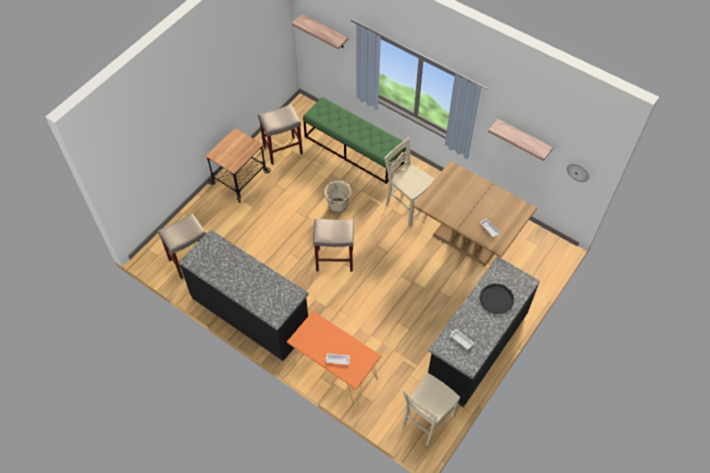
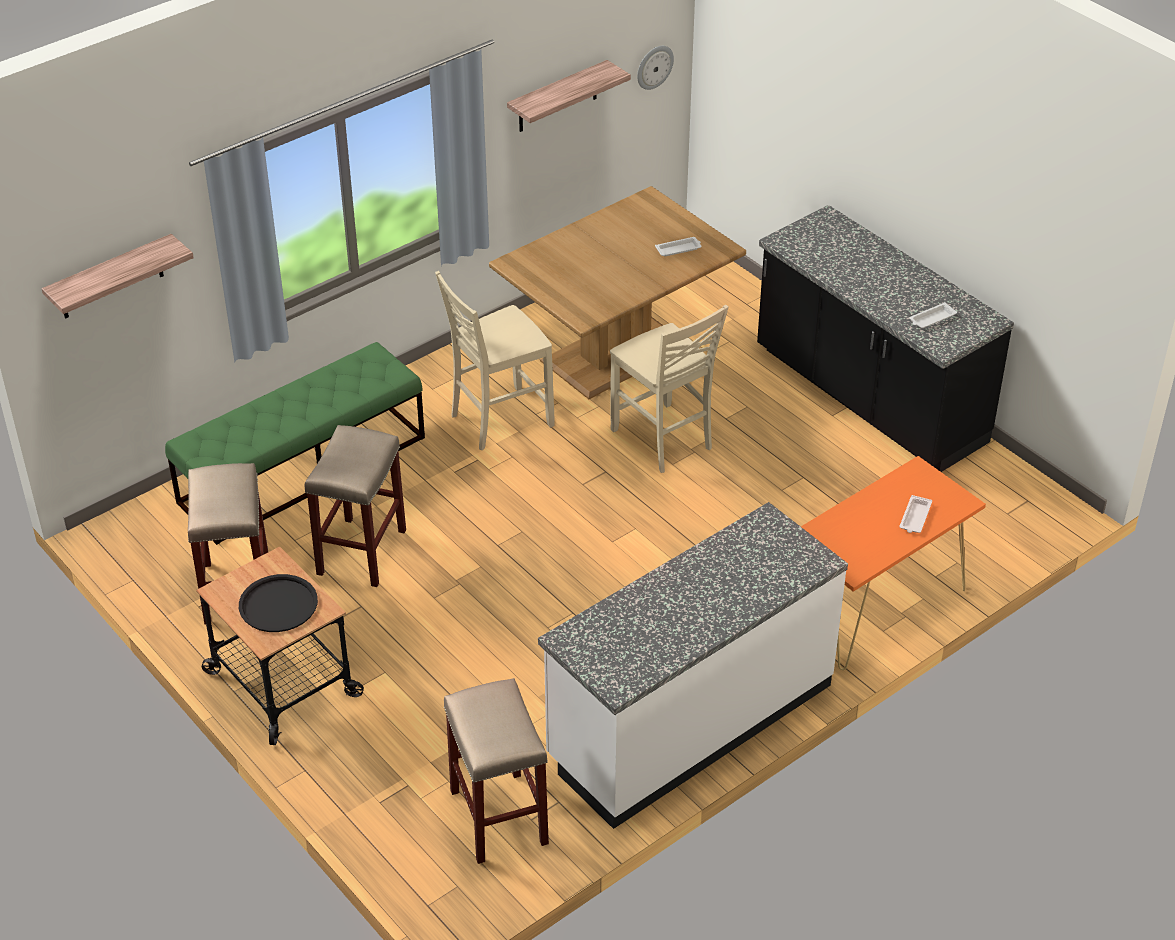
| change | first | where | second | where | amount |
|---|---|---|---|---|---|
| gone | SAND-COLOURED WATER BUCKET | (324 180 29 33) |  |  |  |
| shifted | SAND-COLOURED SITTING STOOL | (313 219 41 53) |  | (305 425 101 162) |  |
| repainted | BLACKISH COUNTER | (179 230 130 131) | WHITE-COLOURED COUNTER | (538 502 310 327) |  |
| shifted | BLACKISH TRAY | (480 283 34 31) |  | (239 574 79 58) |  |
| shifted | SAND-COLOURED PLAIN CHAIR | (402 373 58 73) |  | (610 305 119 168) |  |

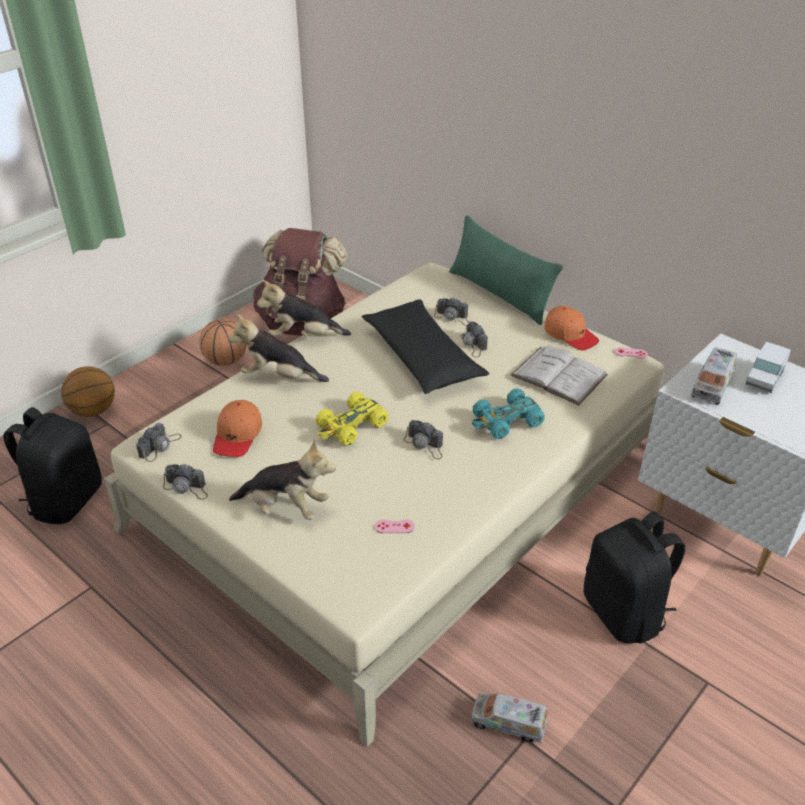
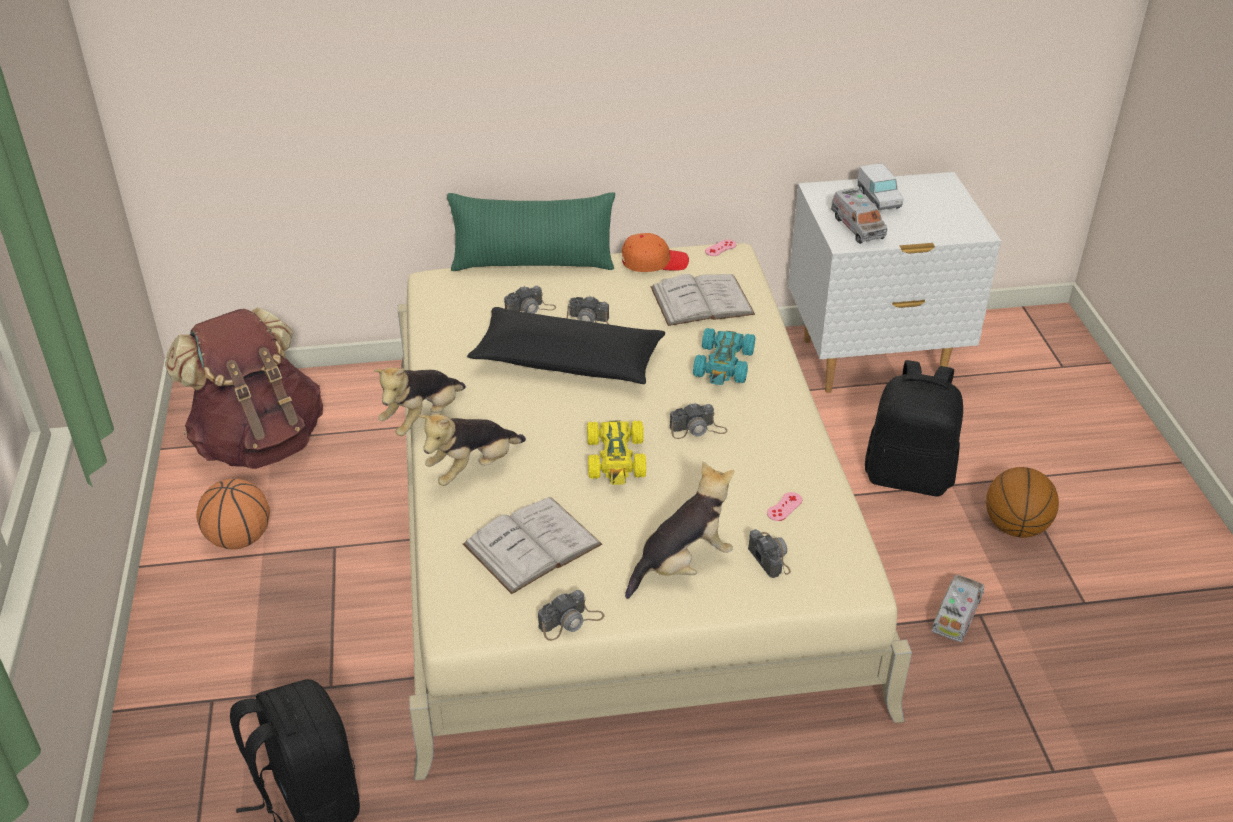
| change | first | where | second | where | amount |
|---|---|---|---|---|---|
| shifted | BASKETBALL BALL | (61 366 54 51) |  | (986 467 73 71) |  |
| swapped | ORANGE CAP | (213 400 49 57) | WHITE-COLOURED VOLUME | (463 497 139 97) |  |
| shifted | PHOTO CAMERA | (136 423 46 39) |  | (748 529 43 49) |  |
| rotated | MODEL TRUCK | (471 693 76 50) |  | (932 575 52 67) | 150 degrees clockwise |

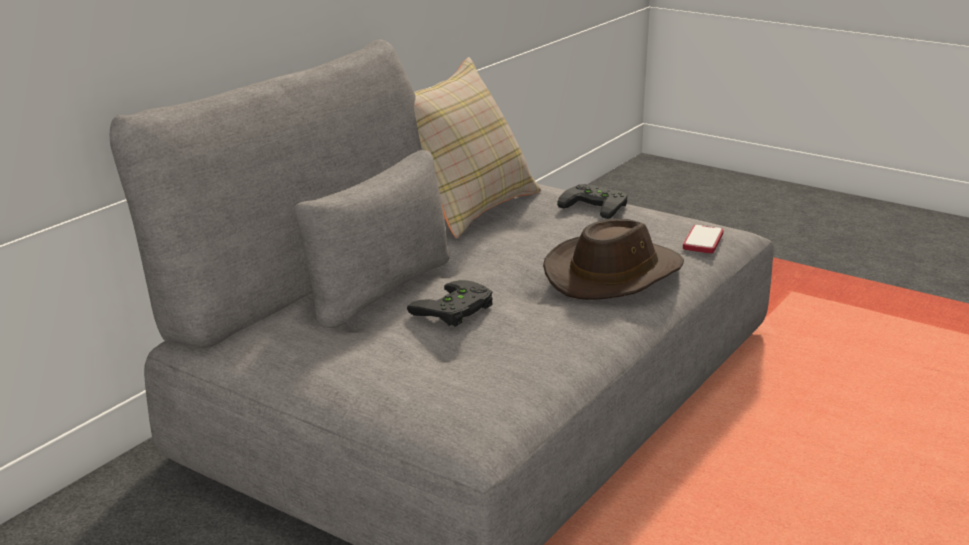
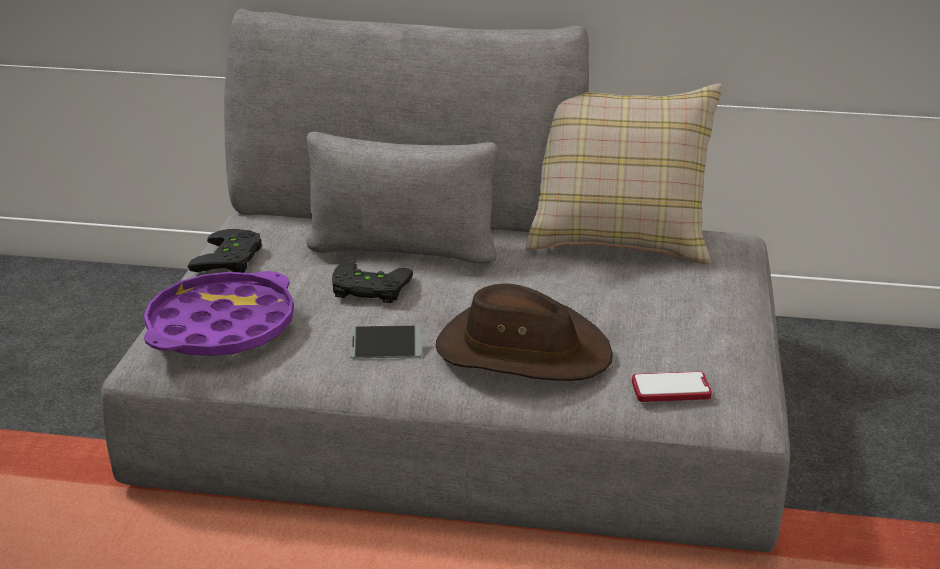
| change | first | where | second | where | amount |
|---|---|---|---|---|---|
| shifted | BLACKISH GAME CONTROLLER | (557 184 71 35) |  | (188 229 74 44) |  |
| new |  |  | PURPLE-COLOURED TRAY | (144 271 150 85) |  |
| new |  |  | PHONE | (350 325 71 33) |  |

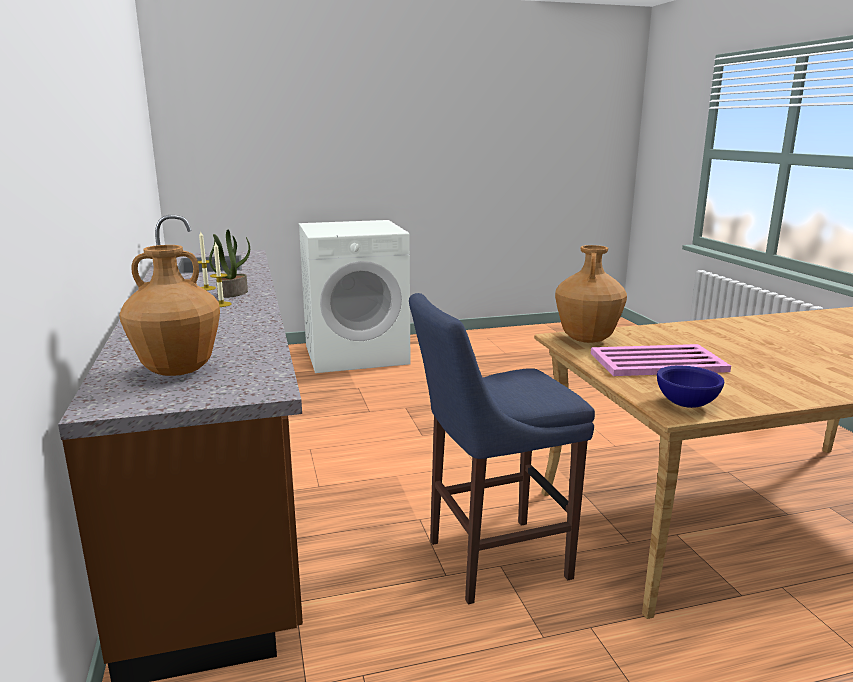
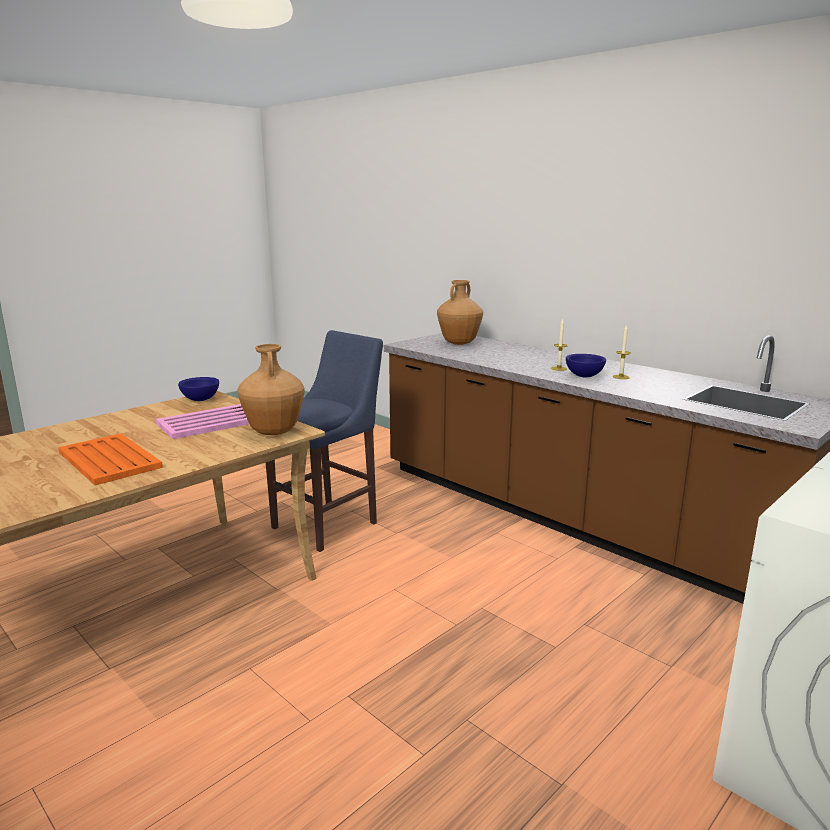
| change | first | where | second | where | amount |
|---|---|---|---|---|---|
| swapped | POTTED PLANT | (209 230 41 68) | BLUE-COLOURED DEEP DISH | (566 354 40 23) |  |
| new |  |  | ORANGE TRAY | (58 434 105 51) |  |

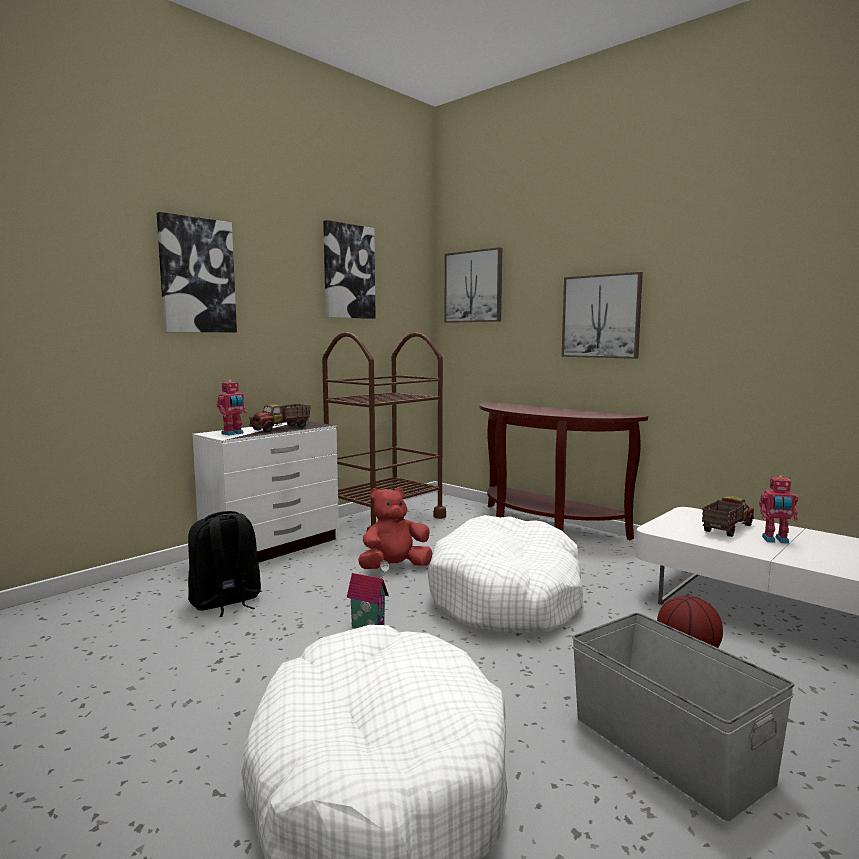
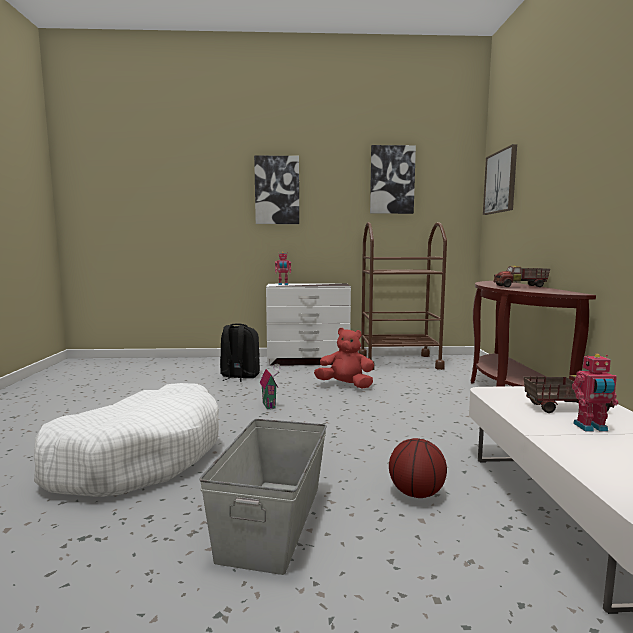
| change | first | where | second | where | amount |
|---|---|---|---|---|---|
| gone | WALL ART | (562 272 81 87) |  |  |  |
| shifted | MODEL TRUCK | (249 404 62 28) |  | (493 266 57 21) |  |
| rotated | ROBOT FIGURE | (759 475 39 69) |  | (572 354 47 78) | 60 degrees counterclockwise |
| gone | WHITE-COLOURED DOG BED | (428 515 155 118) |  |  |  |

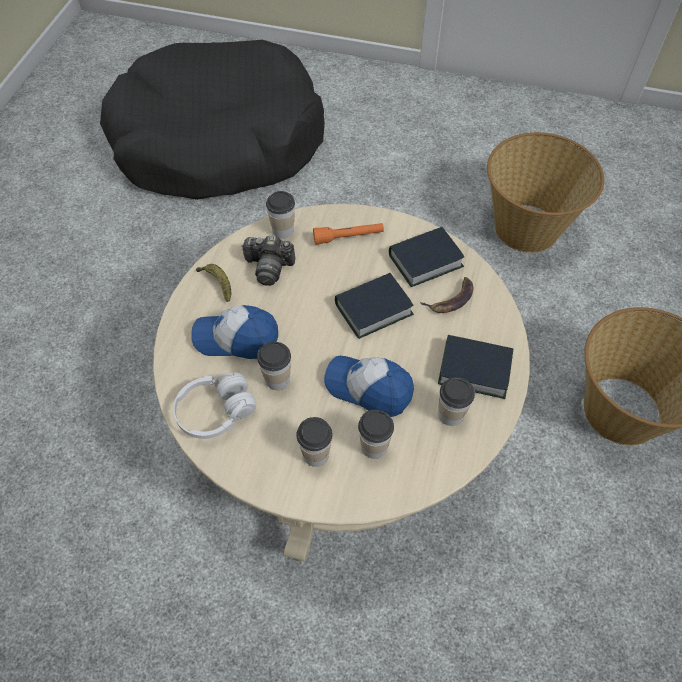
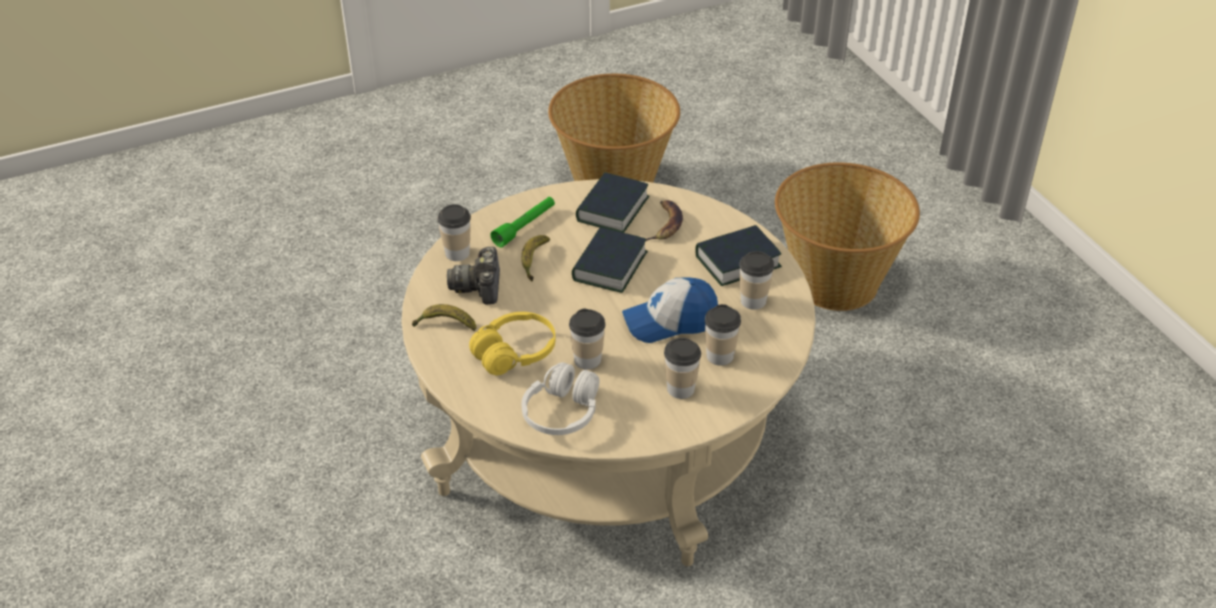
| change | first | where | second | where | amount |
|---|---|---|---|---|---|
| gone | BLACKISH DOG BED | (100 40 225 160) |  |  |  |
| repainted | ORANGE FLASHLIGHT | (313 223 71 22) | GREEN FLASHLIGHT | (490 197 65 50) |  |
| rotated | PHOTO CAMERA | (241 236 54 50) |  | (447 247 53 57) | 120 degrees clockwise |
| swapped | CAP | (192 305 86 54) | YELLOW HEADSET | (469 312 87 64) |  |
| new |  |  | WHOLE BANANA | (521 235 29 47) |  |

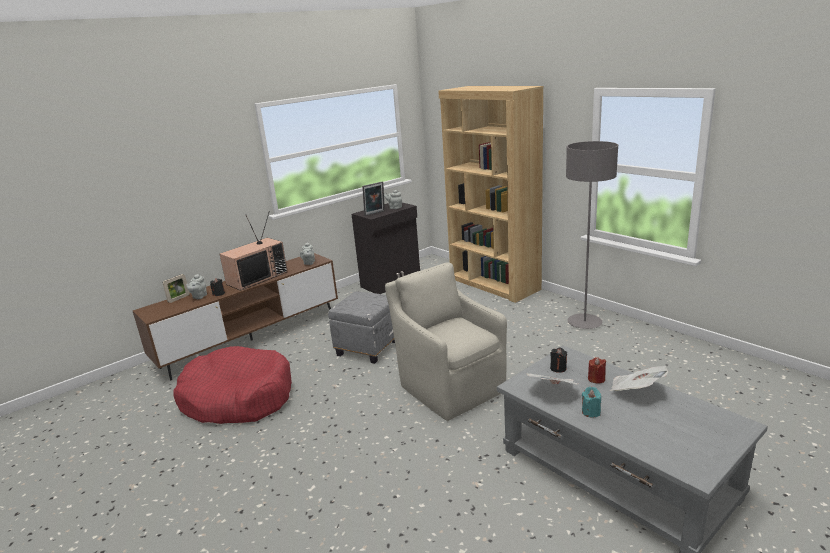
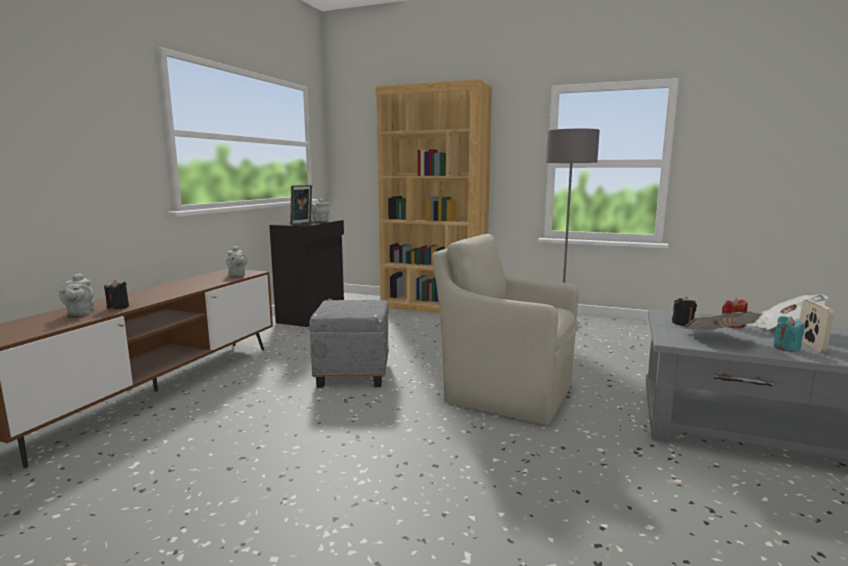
| change | first | where | second | where | amount |
|---|---|---|---|---|---|
| gone | TV SET | (219 211 69 80) |  |  |  |
| shifted | STANDING FRAME | (163 274 27 29) |  | (799 300 35 53) |  |
| gone | RED DOG BED | (174 346 118 78) |  |  |  |

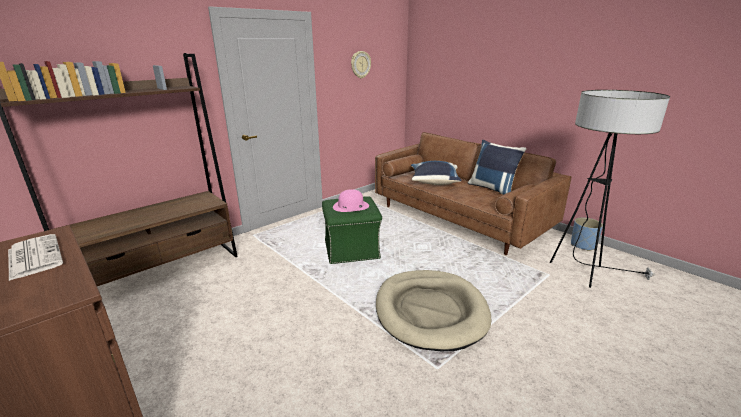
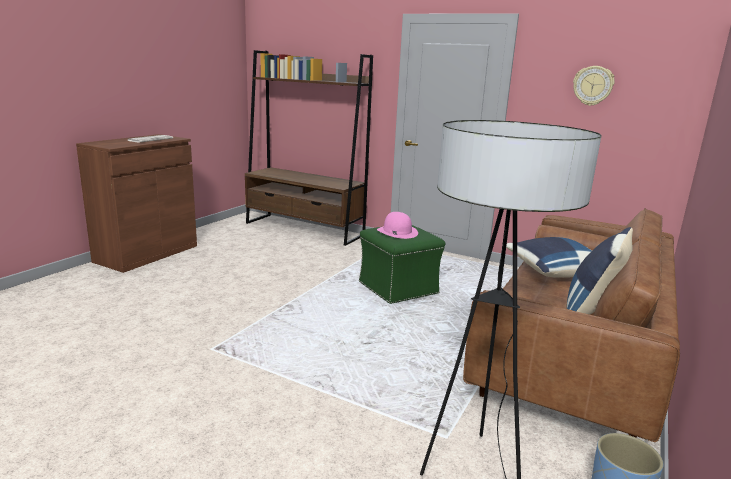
| change | first | where | second | where | amount |
|---|---|---|---|---|---|
| gone | SAND-COLOURED DOG BED | (376 270 115 81) |  |  |  |

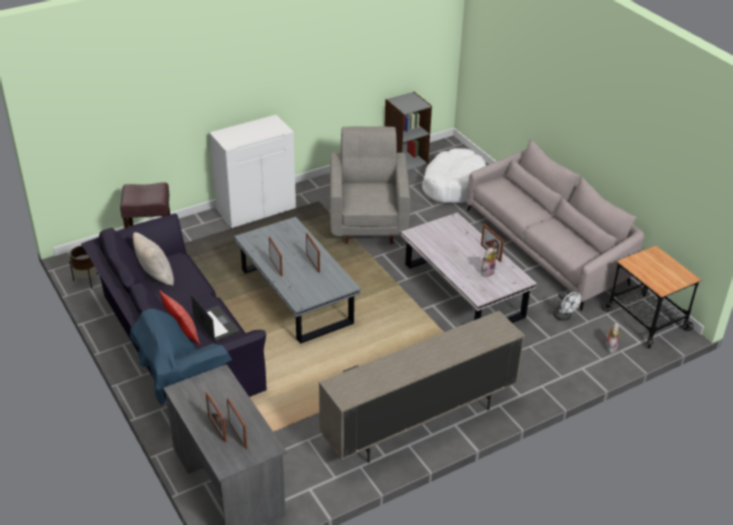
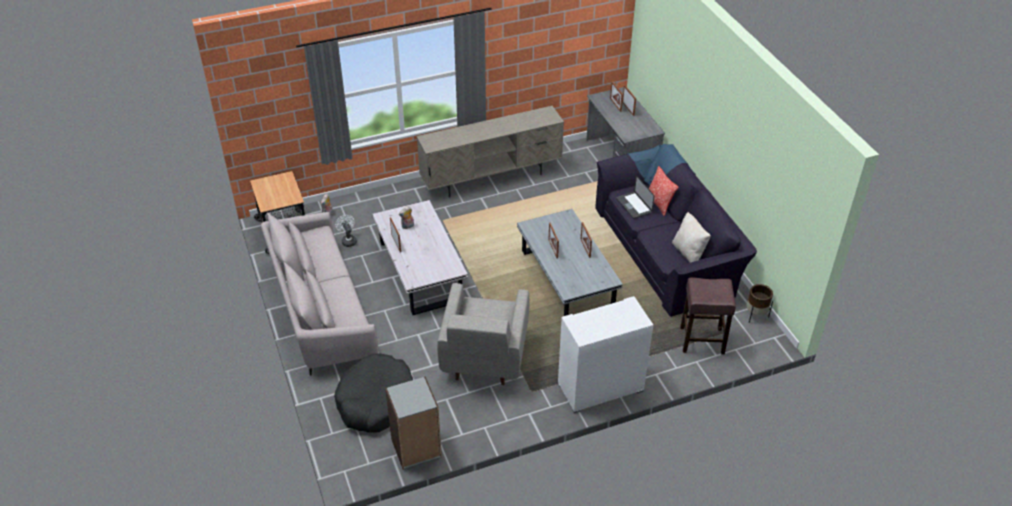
| change | first | where | second | where | amount |
|---|---|---|---|---|---|
| repainted | WHITE-COLOURED DOG BED | (422 148 64 55) | BLACKISH DOG BED | (334 354 79 79) |  |

